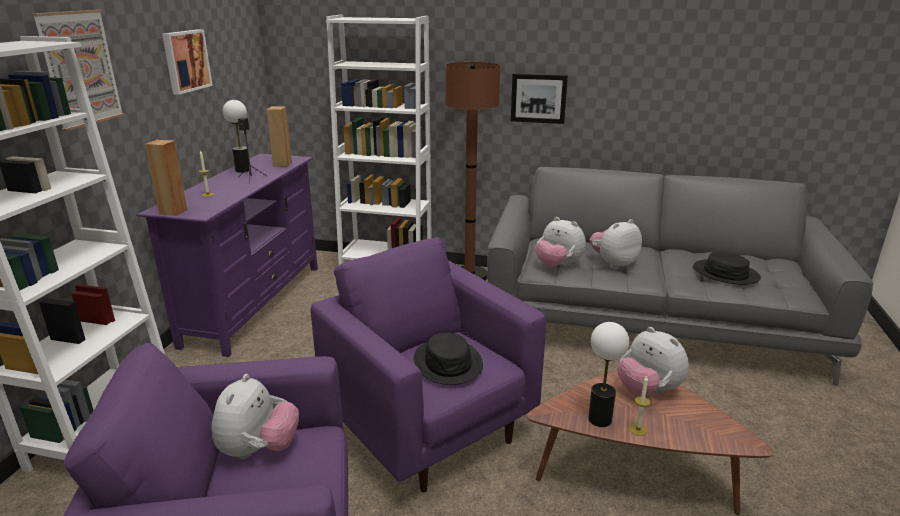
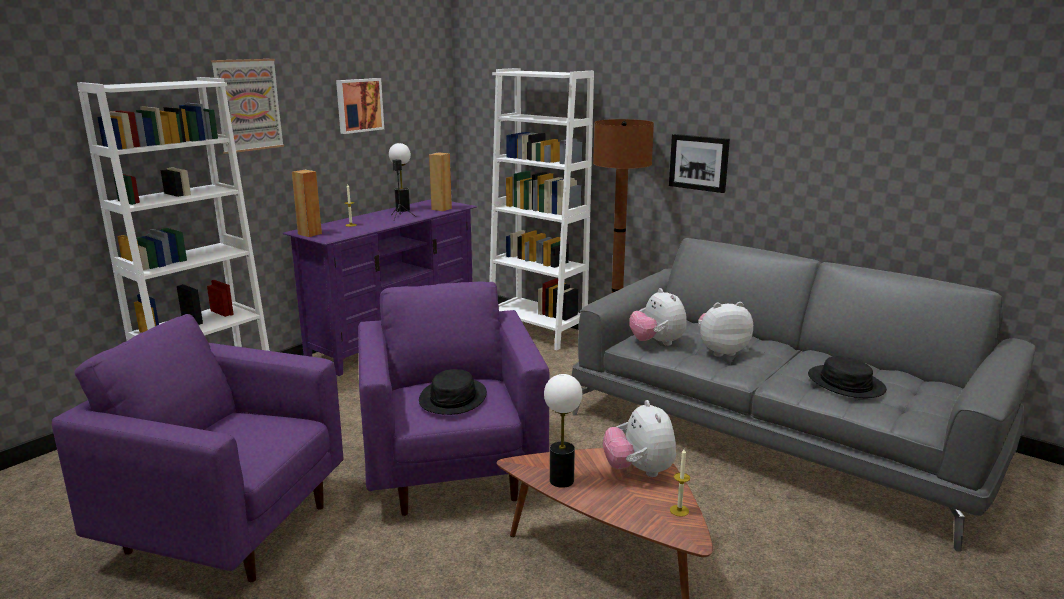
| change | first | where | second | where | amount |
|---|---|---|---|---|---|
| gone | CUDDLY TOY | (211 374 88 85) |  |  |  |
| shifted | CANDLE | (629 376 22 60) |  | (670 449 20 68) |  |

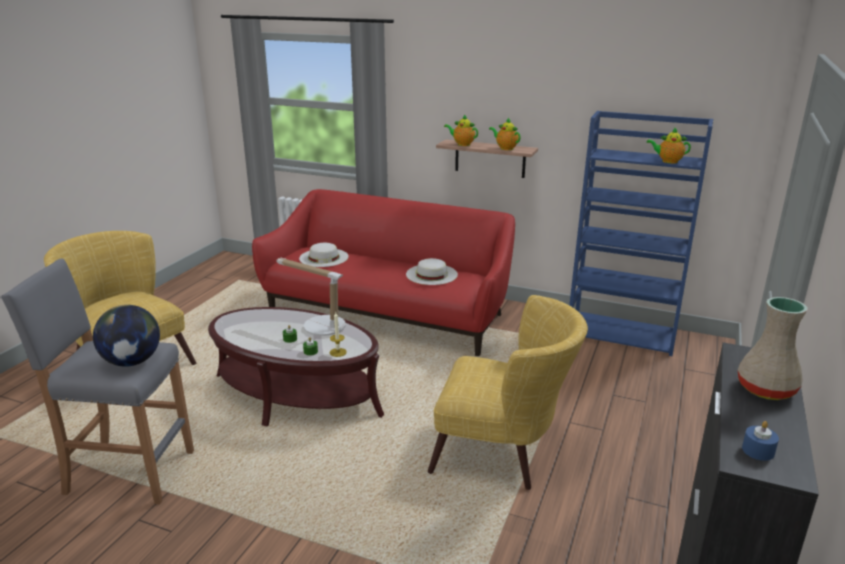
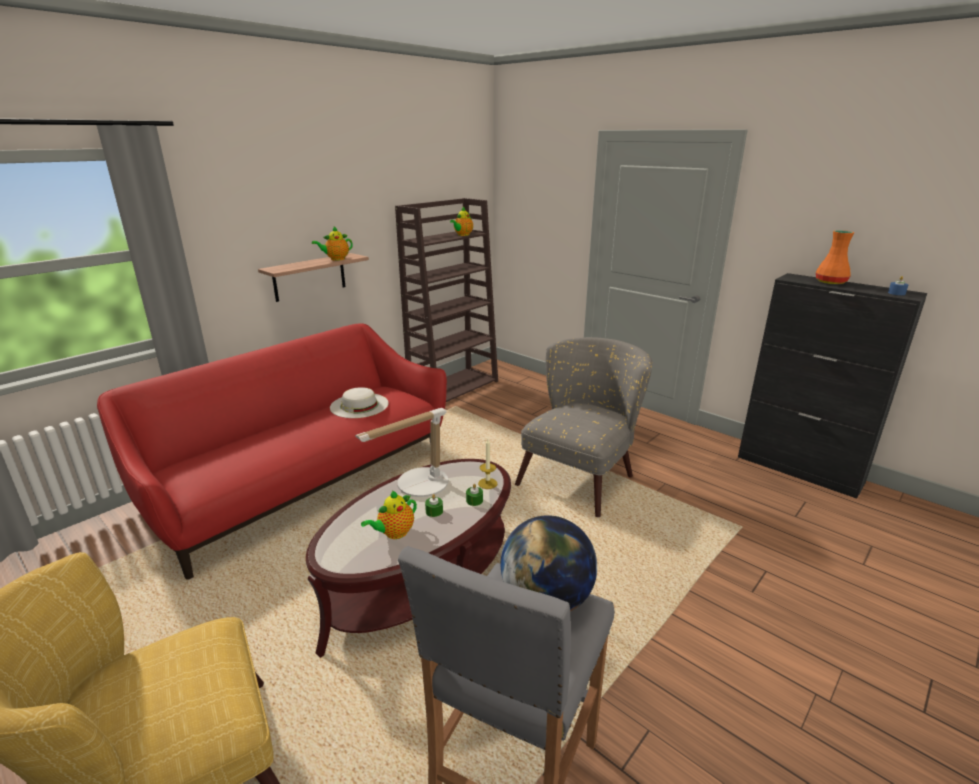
| change | first | where | second | where | amount |
|---|---|---|---|---|---|
| repainted | BLUE-COLOURED BOOKCASE | (569 111 144 245) | BROWN-COLOURED BOOKCASE | (395 198 103 204) |  |
| shifted | TEAPOT | (444 114 34 32) |  | (361 491 56 48) |  |
| gone | WHITE-COLOURED CLOTHING HAT | (299 243 50 24) |  |  |  |
| repainted | YELLOW LOUNGE CHAIR | (428 295 160 195) | GREY LOUNGE CHAIR | (515 337 137 180) |  |
| repainted | SAND-COLOURED VASE | (738 297 70 103) | ORANGE VASE | (816 230 39 54) |  |

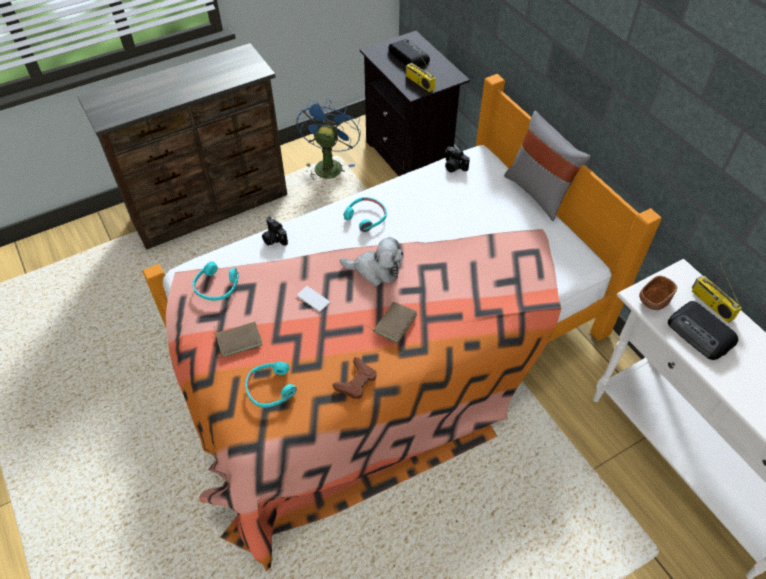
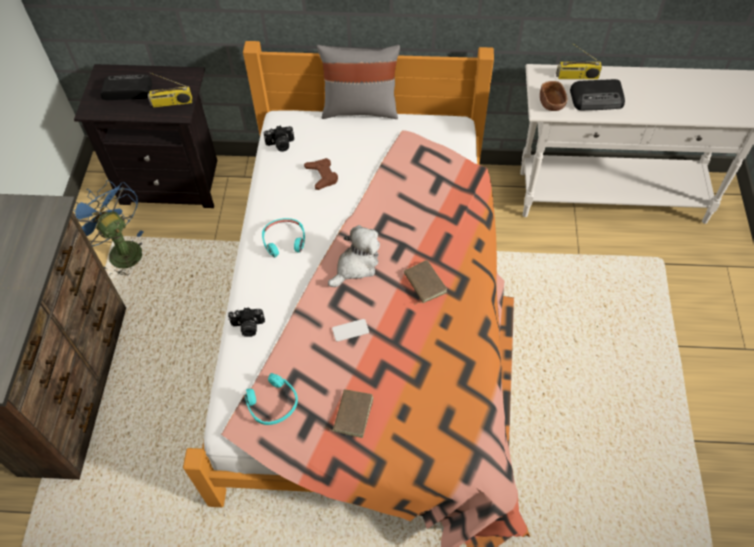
| change | first | where | second | where | amount |
|---|---|---|---|---|---|
| shifted | BROWN-COLOURED GAME CONTROLLER | (333 357 44 42) |  | (304 158 34 32) |  |
| gone | TURQUOISE-COLOURED HEADSET | (245 362 52 46) |  |  |  |

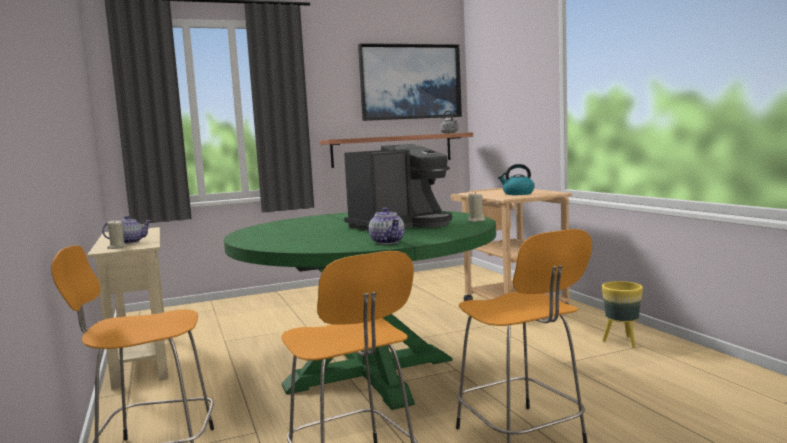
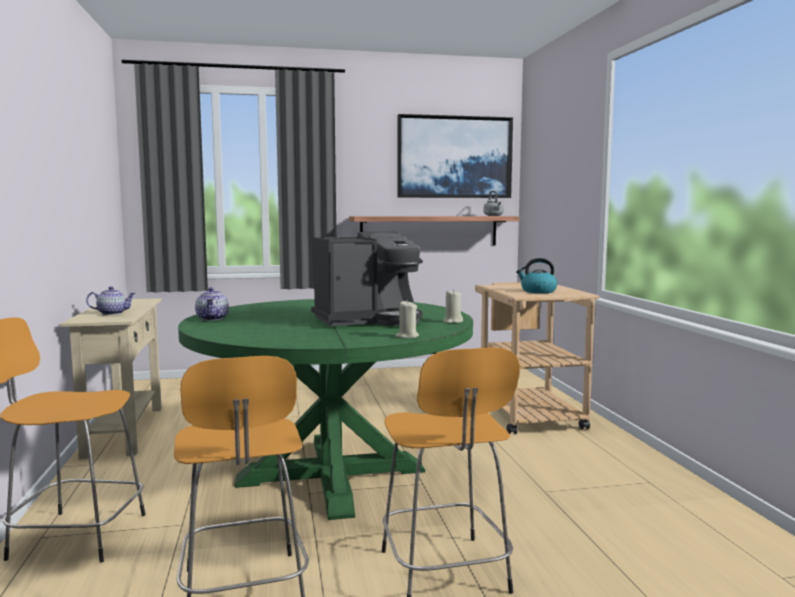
| change | first | where | second | where | amount |
|---|---|---|---|---|---|
| shifted | TEAPOT | (369 207 36 37) |  | (195 287 34 34) |  |
| shifted | SAND-COLOURED CANDLE | (107 220 20 29) |  | (395 300 24 38) |  |
| gone | YELLOW PLANT POT | (602 281 41 67) |  |  |  |

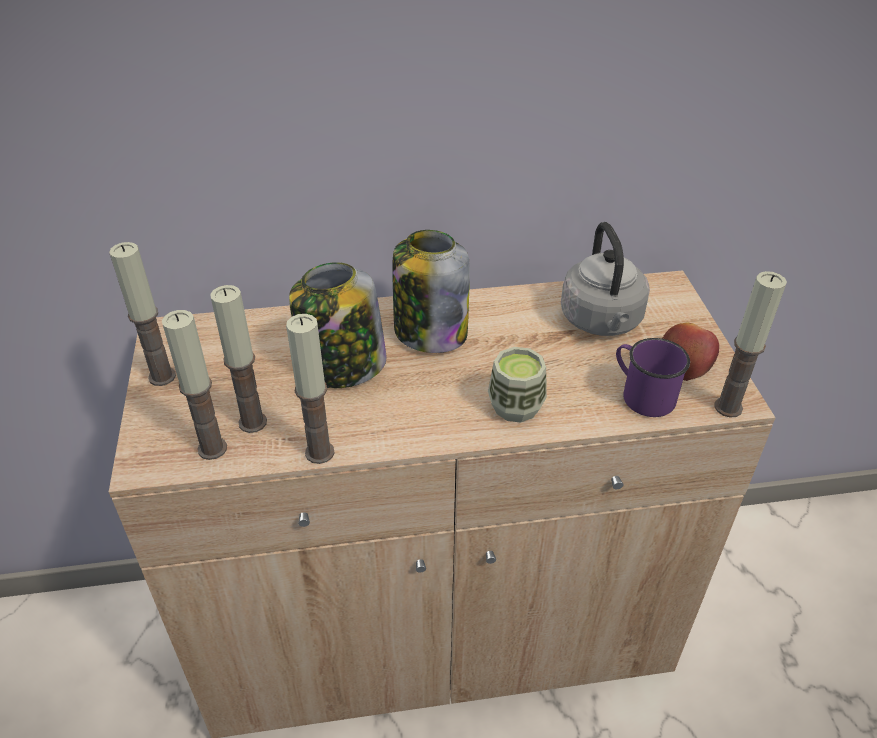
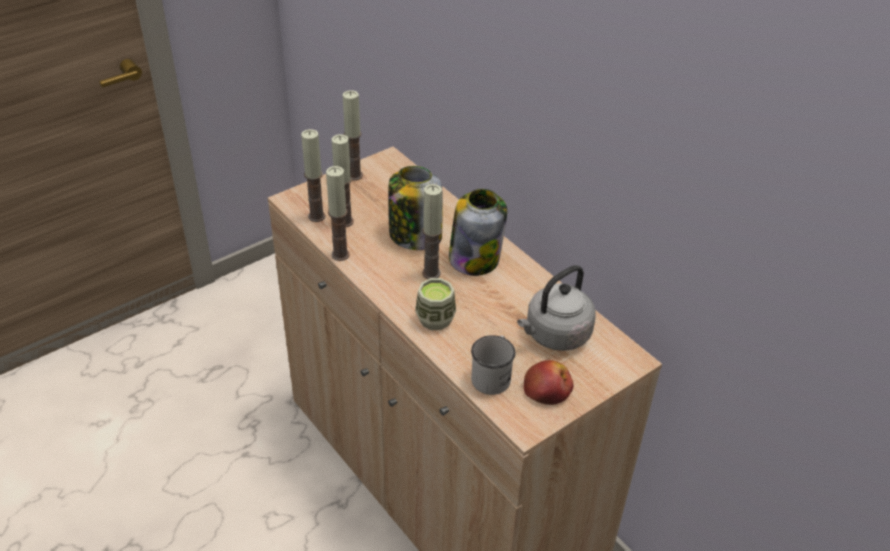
| change | first | where | second | where | amount |
|---|---|---|---|---|---|
| shifted | CANDLE | (714 271 73 147) |  | (422 184 20 95) |  |
| repainted | PURPLE-COLOURED MUG | (616 338 74 79) | WHITE-COLOURED MUG | (471 335 44 60) |  |

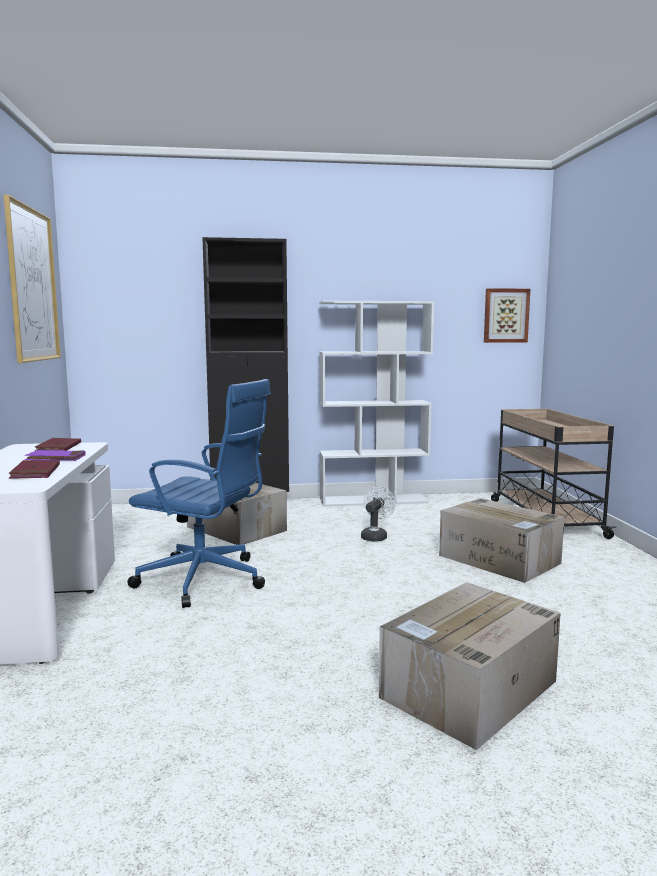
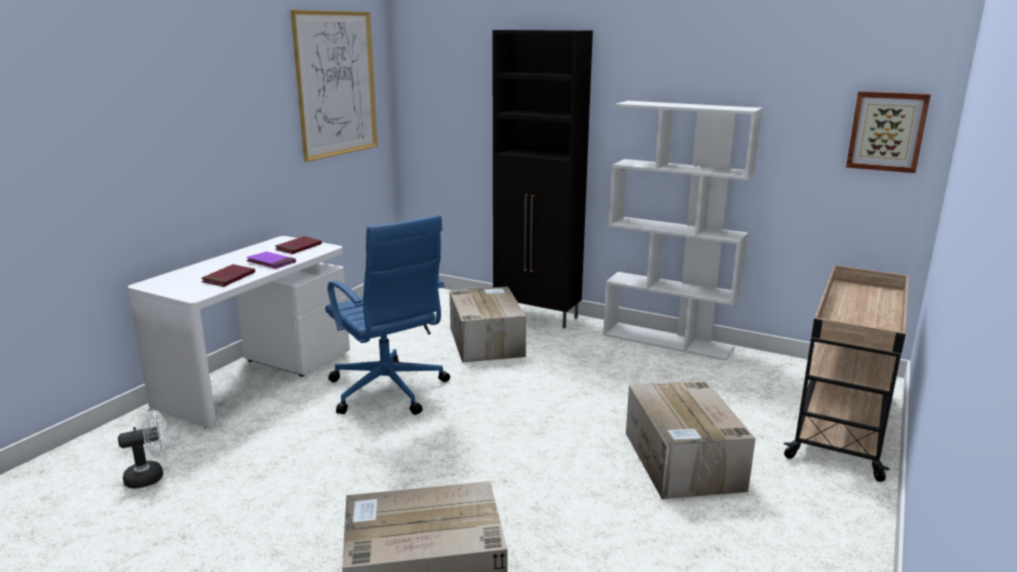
| change | first | where | second | where | amount |
|---|---|---|---|---|---|
| shifted | WHITE-COLOURED ELECTRIC FAN | (361 486 35 55) |  | (118 410 51 79) |  |

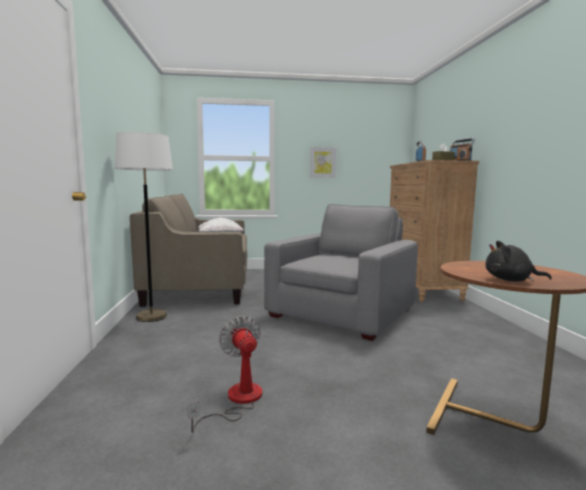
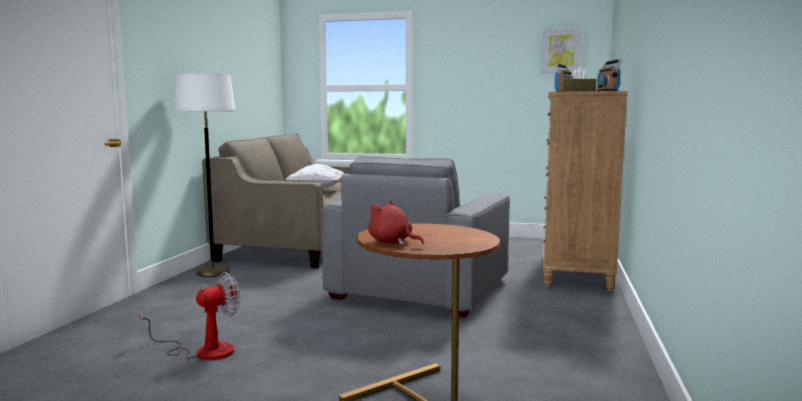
| change | first | where | second | where | amount |
|---|---|---|---|---|---|
| shifted | WALL ART | (310 147 26 31) |  | (542 28 40 45) |  |
| rotated | GREY LOUNGE CHAIR | (264 204 154 137) |  | (322 156 188 162) | 150 degrees clockwise |
| repainted | BLACKISH CUDDLY TOY | (486 241 66 41) | RED CUDDLY TOY | (368 200 56 45) |  |
| rotated | ELECTRIC FAN | (187 316 75 117) |  | (140 272 100 88) | 60 degrees clockwise |

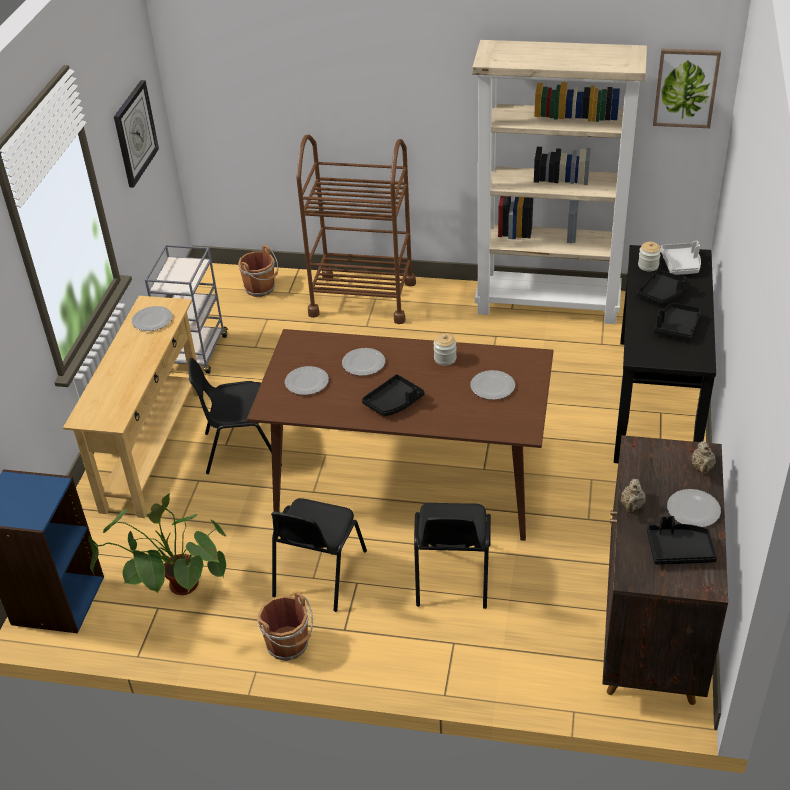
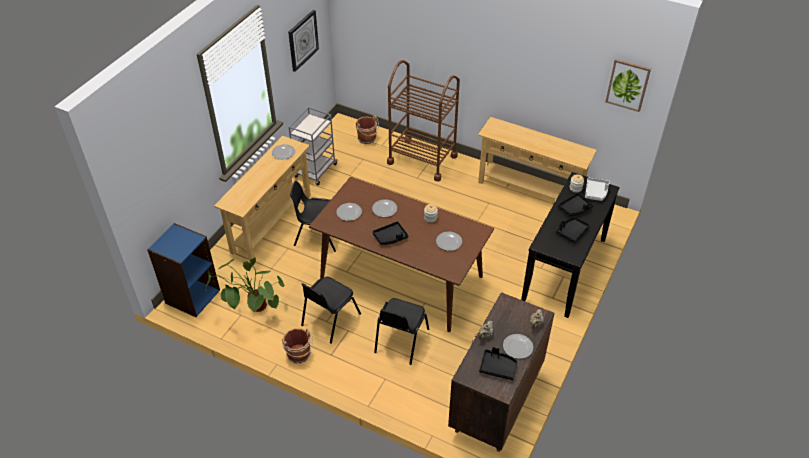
| change | first | where | second | where | amount |
|---|---|---|---|---|---|
| swapped | SAND-COLOURED BOOKCASE | (473 40 174 284) | SAND-COLOURED CONSOLE TABLE | (478 117 119 82) |  |

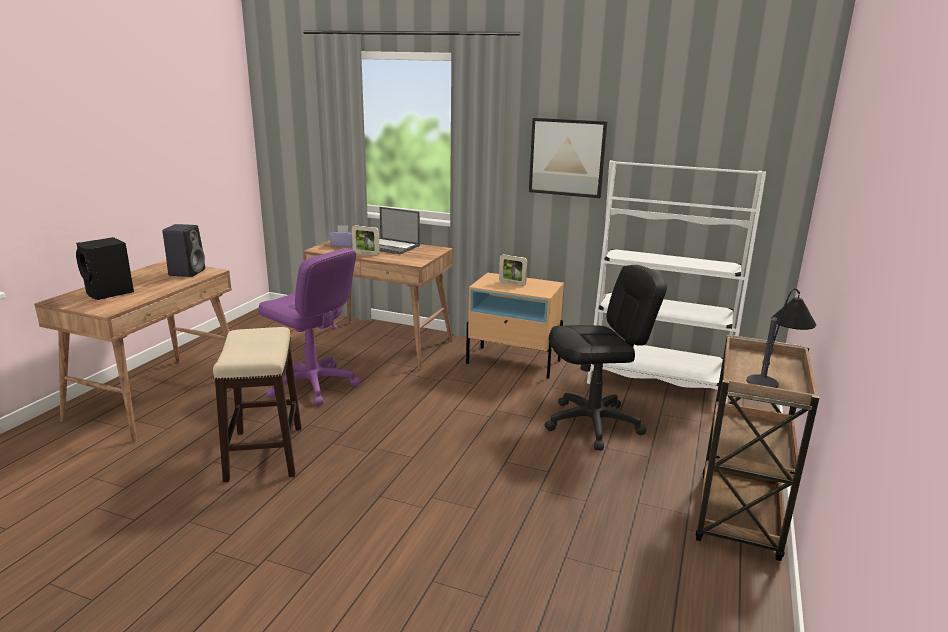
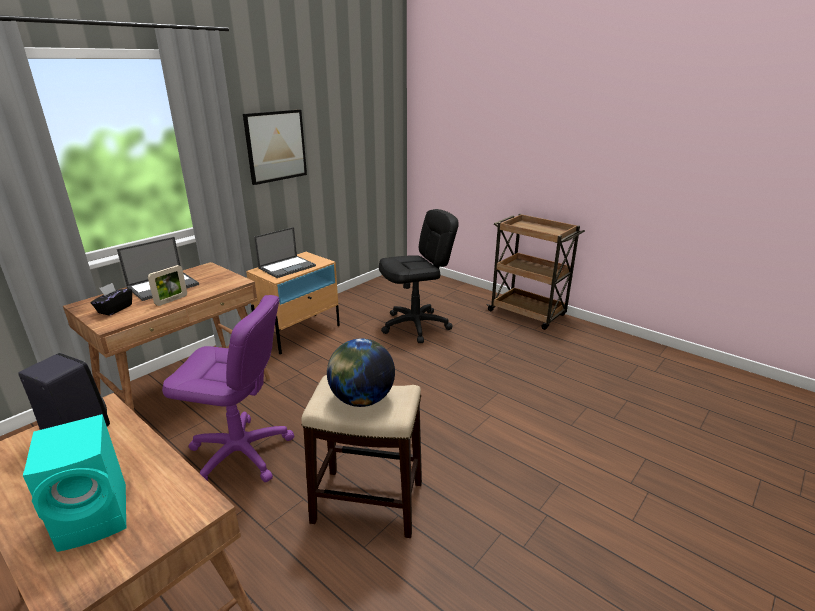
| change | first | where | second | where | amount |
|---|---|---|---|---|---|
| gone | WHITE-COLOURED BOOKCASE | (587 160 179 243) |  |  |  |
| repainted | PURPLE-COLOURED TISSUE BOX | (328 225 24 22) | BLACKISH TISSUE BOX | (91 283 41 33) |  |
| repainted | BLACKISH AUDIO SPEAKER | (76 237 58 63) | TURQUOISE-COLOURED AUDIO SPEAKER | (23 414 103 138) |  |
| rotated | PURPLE-COLOURED DESK CHAIR | (258 248 102 157) |  | (162 295 132 187) | 45 degrees clockwise |
| swapped | STANDING FRAME | (499 254 28 32) | PORTABLE COMPUTER | (254 227 62 51) |  |
| rotated | BLACKISH DESK CHAIR | (545 265 122 186) |  | (379 209 80 134) | 60 degrees clockwise |
| gone | TABLETOP LAMP | (746 288 70 100) |  |  |  |
| new |  |  | WORLD GLOBE | (327 338 68 69) |  |

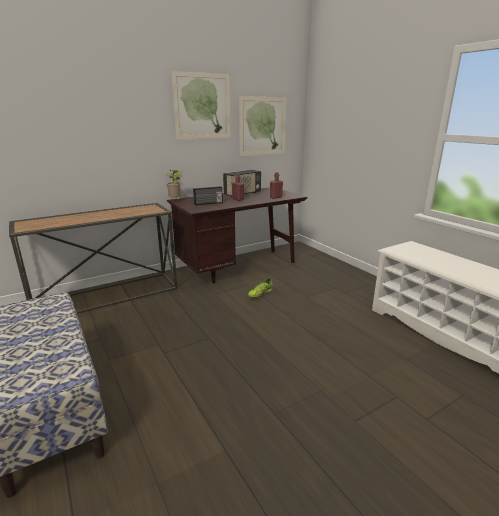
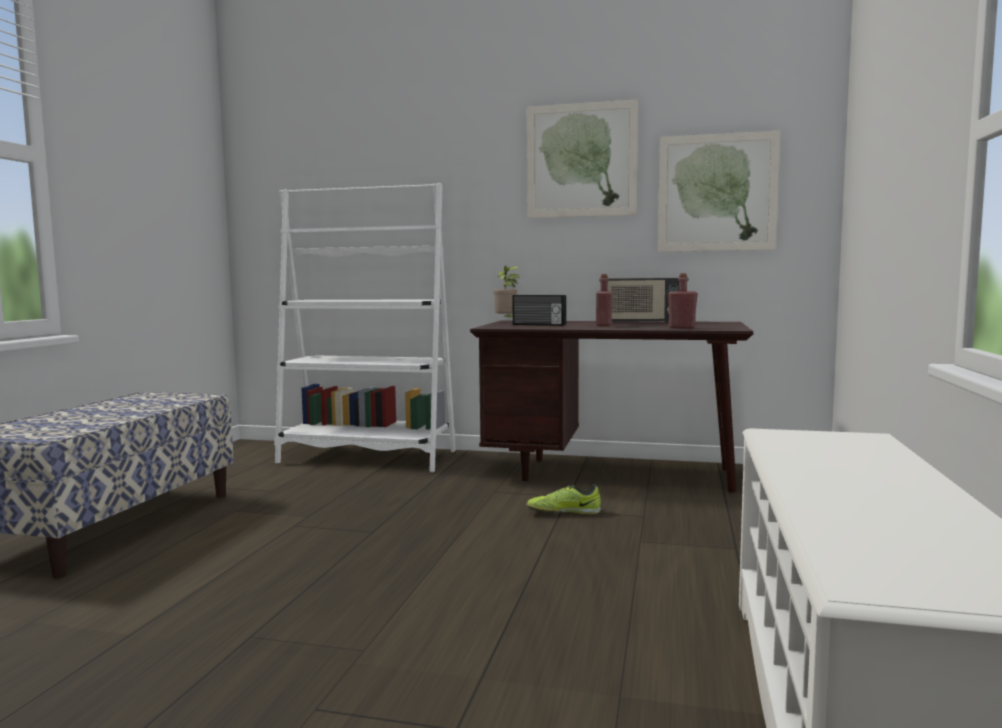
| change | first | where | second | where | amount |
|---|---|---|---|---|---|
| swapped | CONSOLE TABLE | (9 203 169 111) | WHITE-COLOURED BOOKCASE | (274 183 182 289) |  |

